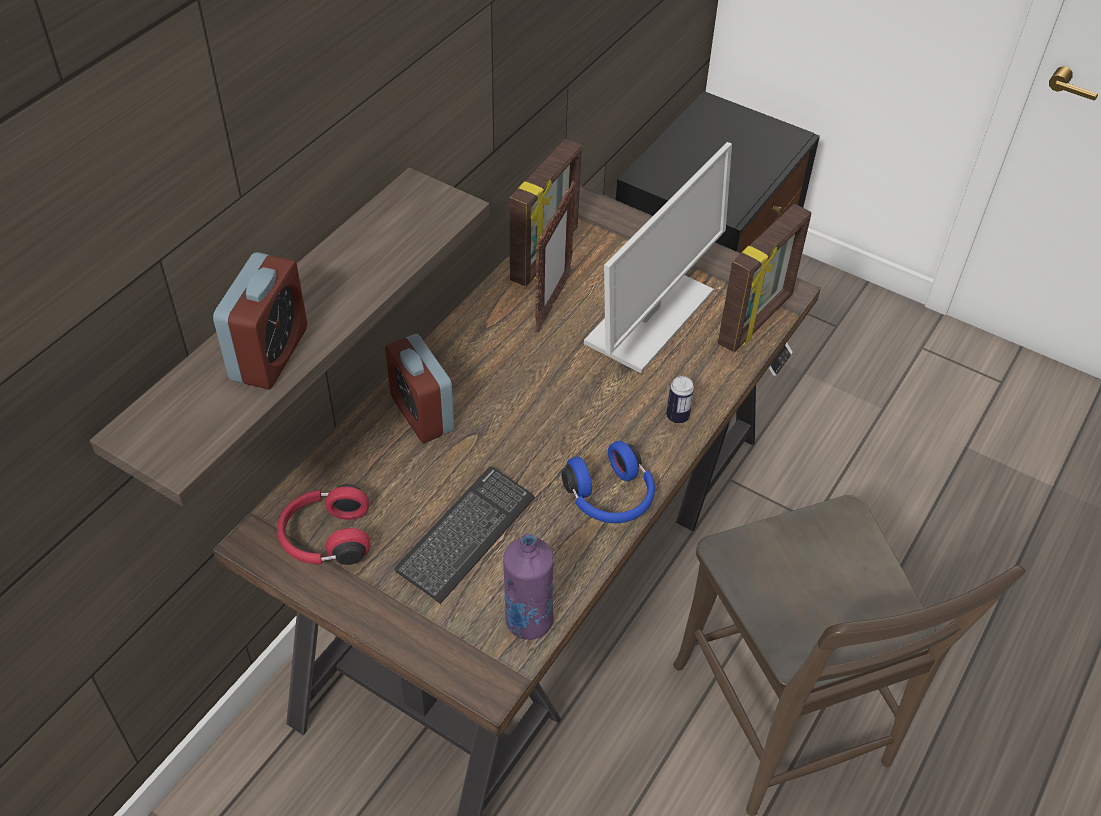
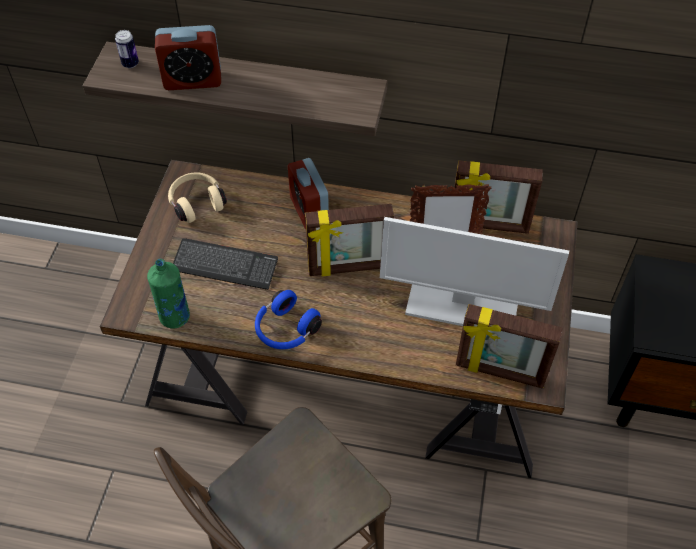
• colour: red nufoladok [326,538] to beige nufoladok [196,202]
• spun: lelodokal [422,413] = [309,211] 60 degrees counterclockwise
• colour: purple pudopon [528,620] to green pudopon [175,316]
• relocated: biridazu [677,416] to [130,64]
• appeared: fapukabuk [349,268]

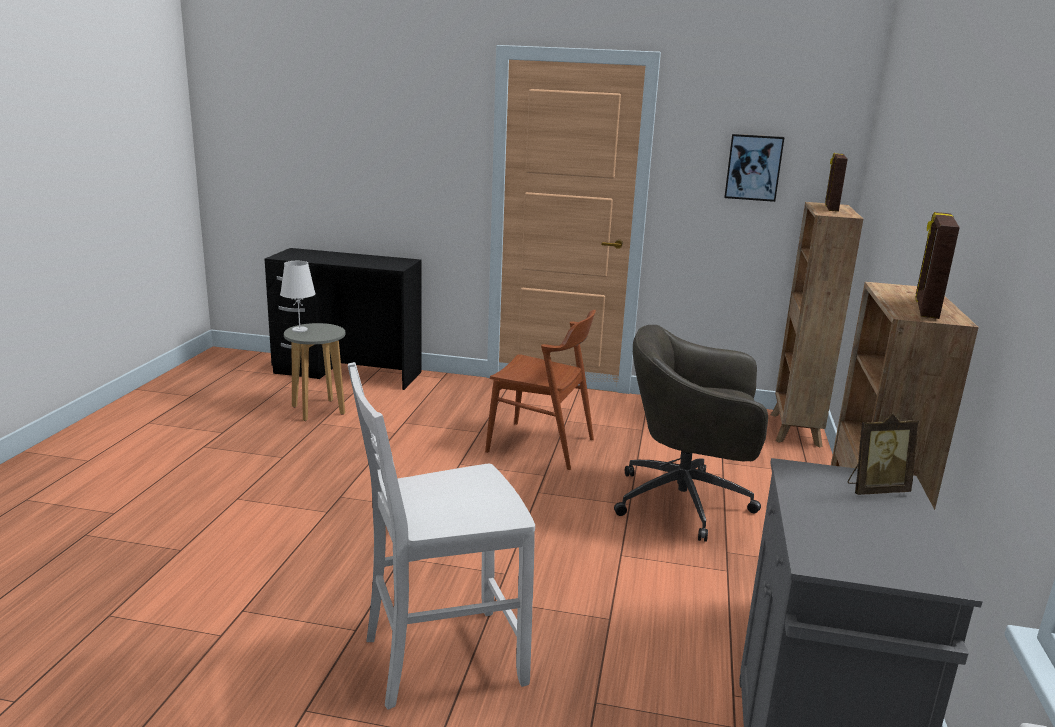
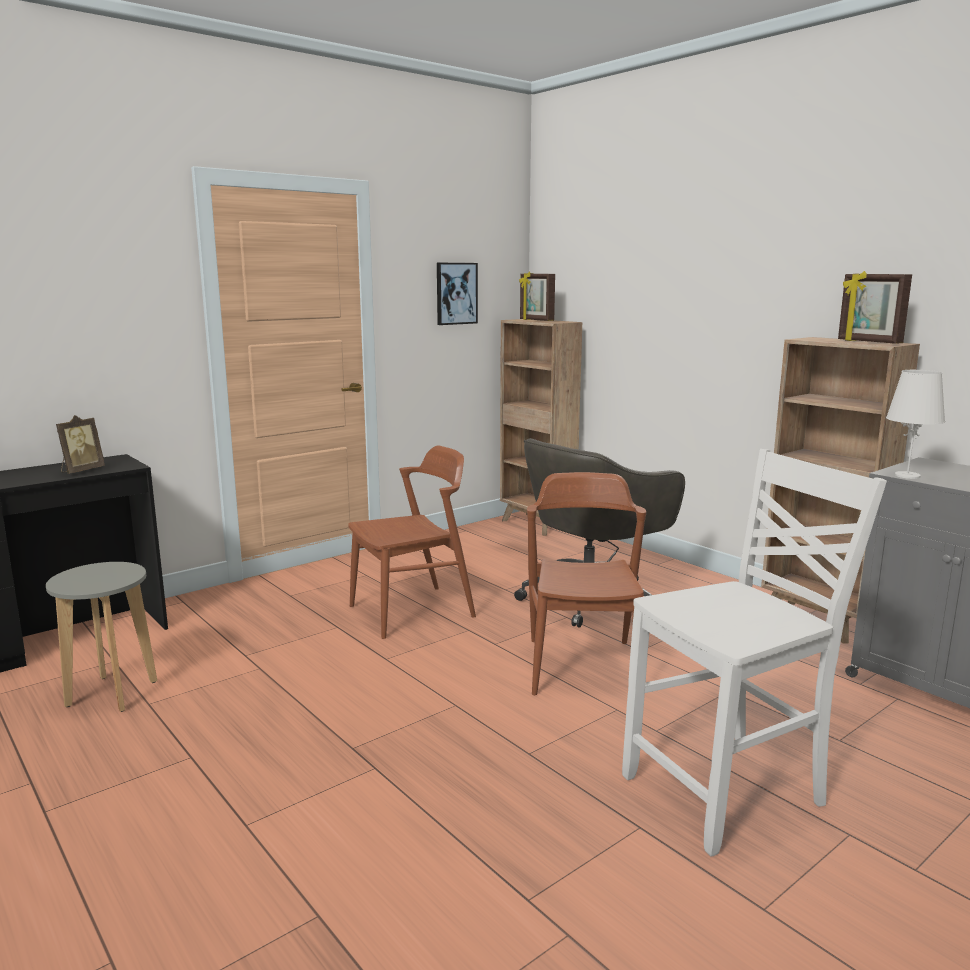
• relocated: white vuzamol [300,329] to [907,475]
• spun: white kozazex [440,658] = [728,792] 135 degrees counterclockwise
• relocated: fapukabuk [875,489] to [81,471]
• appeared: brown kozazex [583,666]

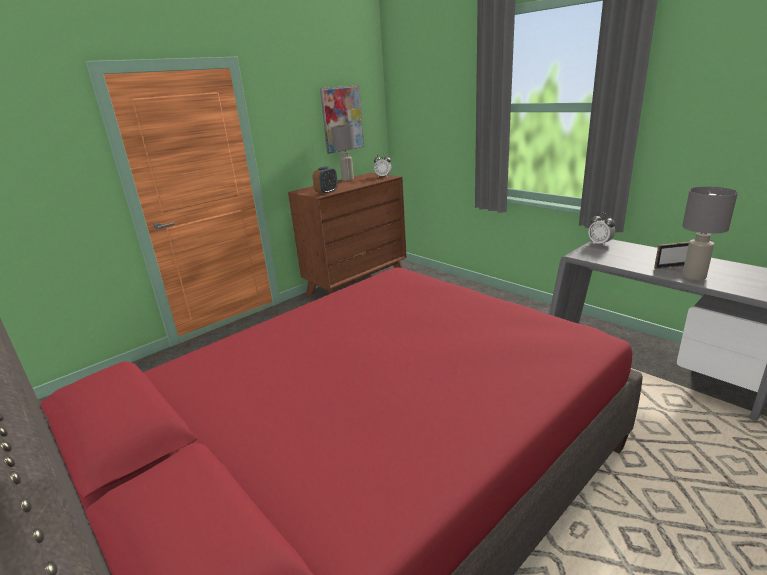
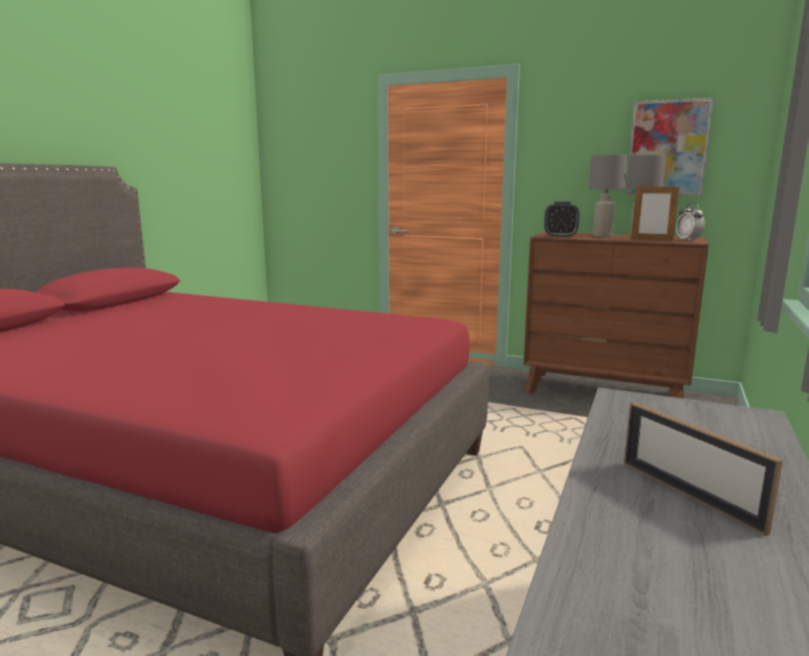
• missing: lelodokal [600,243]
• relocated: grey vuzamol [694,276] to [603,236]
• appeared: fapukabuk [652,240]

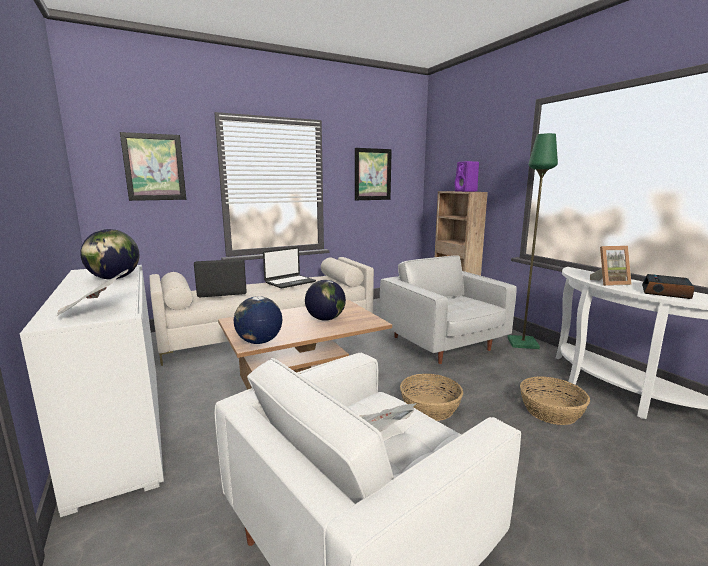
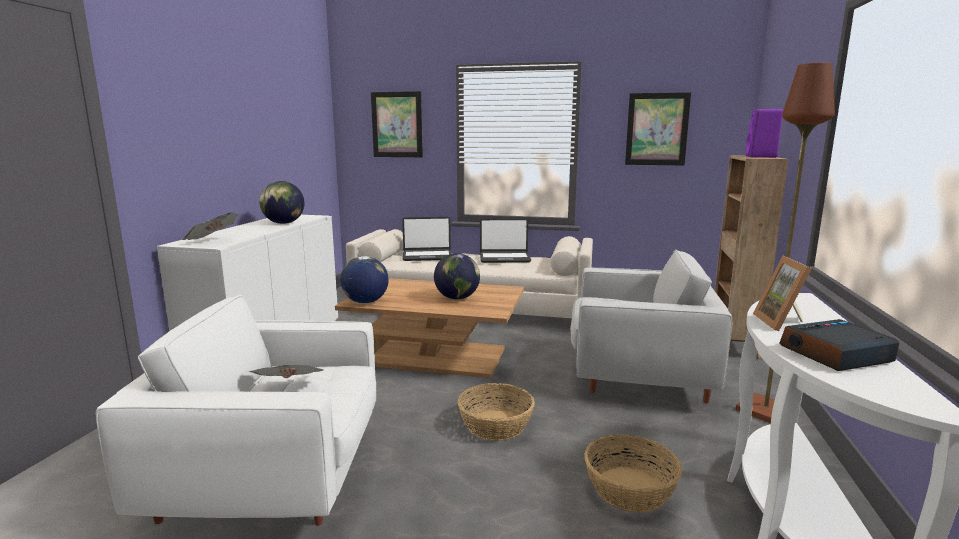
• spun: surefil [222,292] = [427,256] 150 degrees clockwise
• spun: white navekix [444,345] = [637,376] 90 degrees clockwise
• colour: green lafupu [523,343] to brown lafupu [766,411]
• spun: fapukabuk [609,283] = [783,323] 60 degrees clockwise

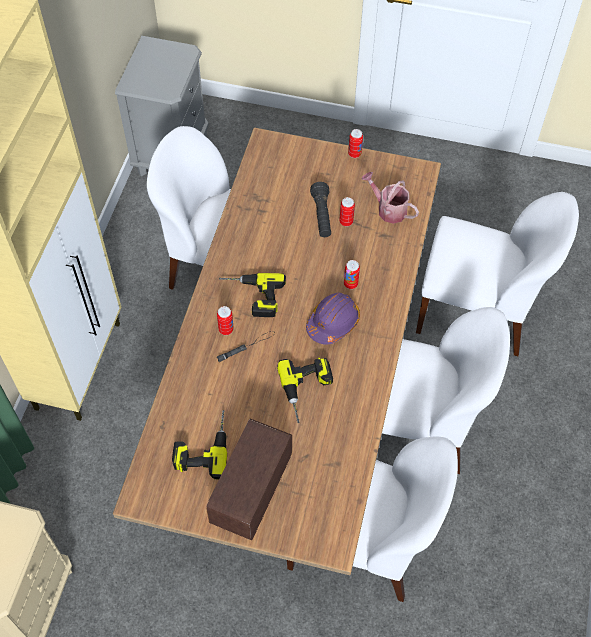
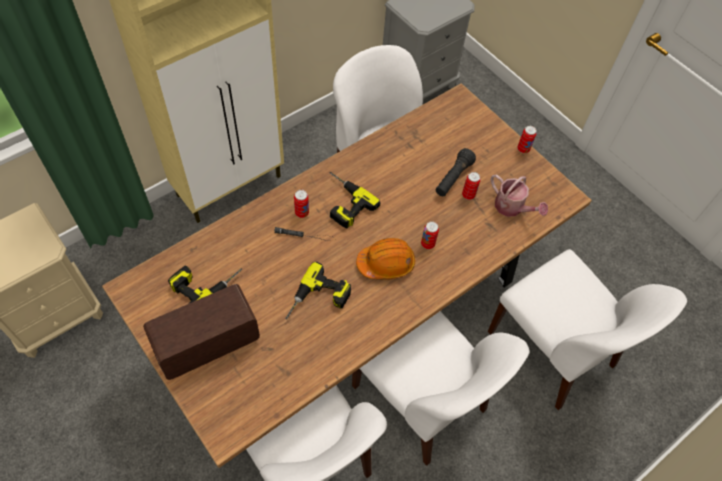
• colour: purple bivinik [333,322] to orange bivinik [386,263]
• spun: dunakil [388,209] = [512,208] 150 degrees clockwise

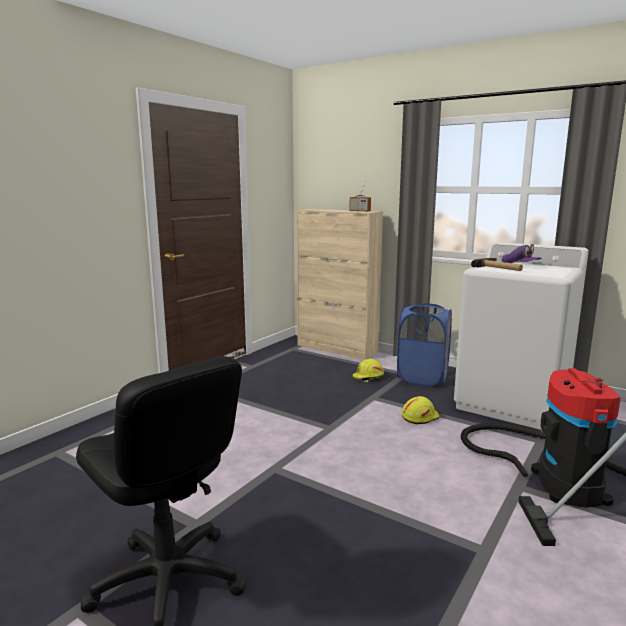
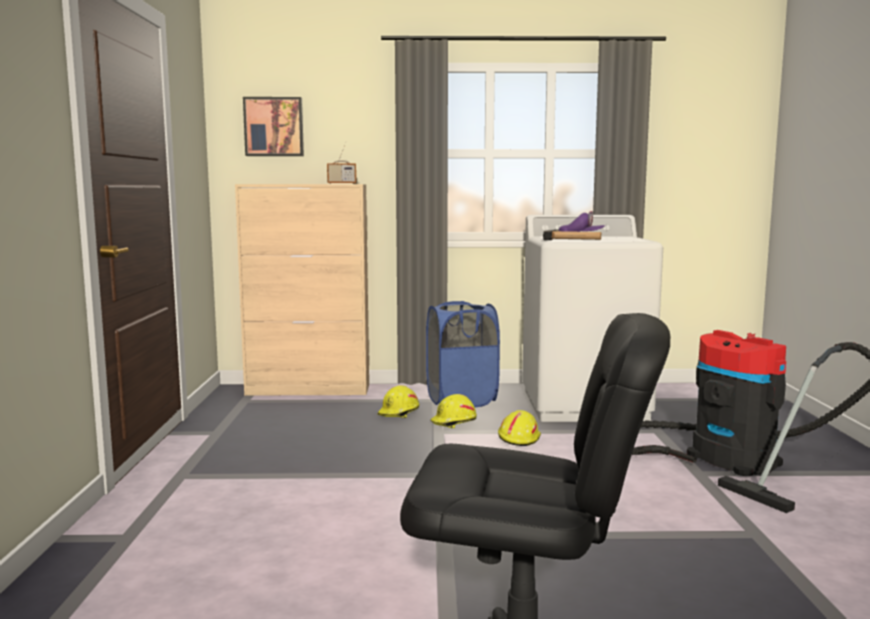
• appeared: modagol [274,127]
• appeared: yellow bivinik [454,422]

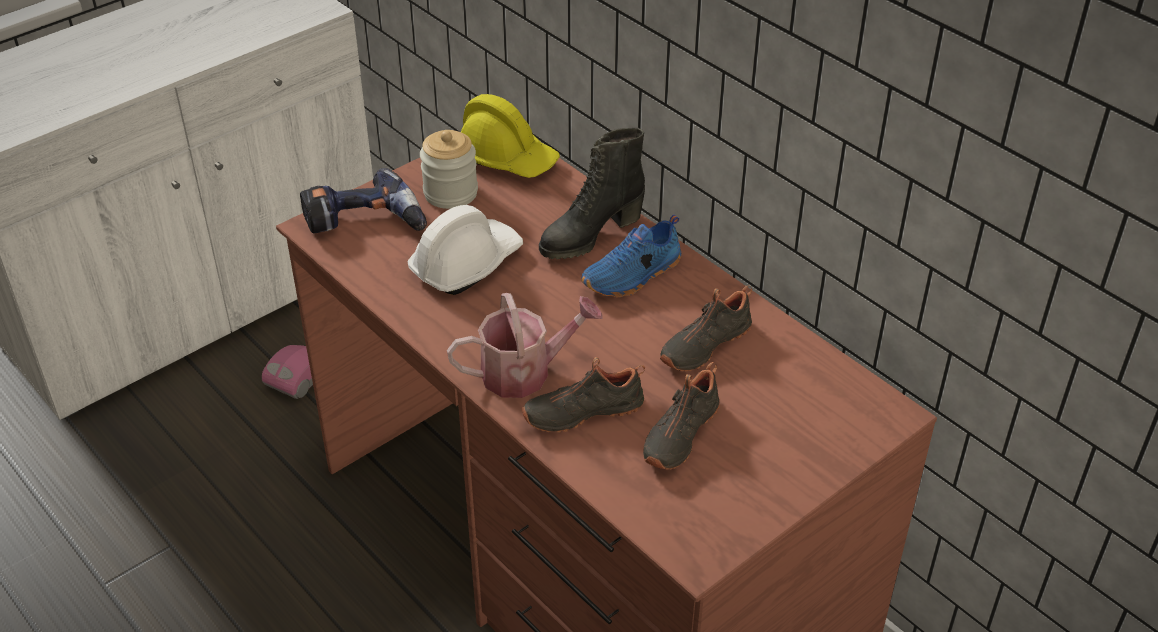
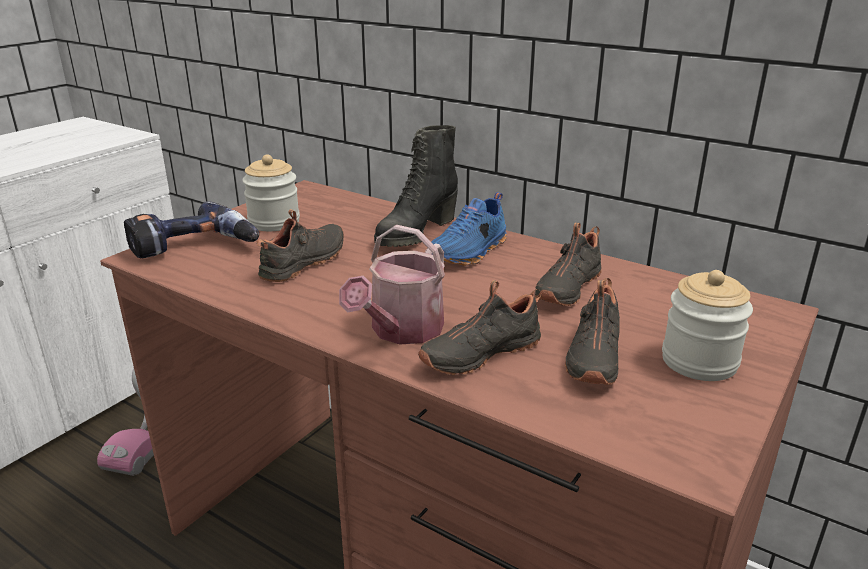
• exchanged: white bivinik [466,264] to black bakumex [306,263]
• spun: dunakil [525,372] = [401,331] 150 degrees clockwise
• missing: yellow bivinik [507,158]
• appeared: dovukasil [699,361]

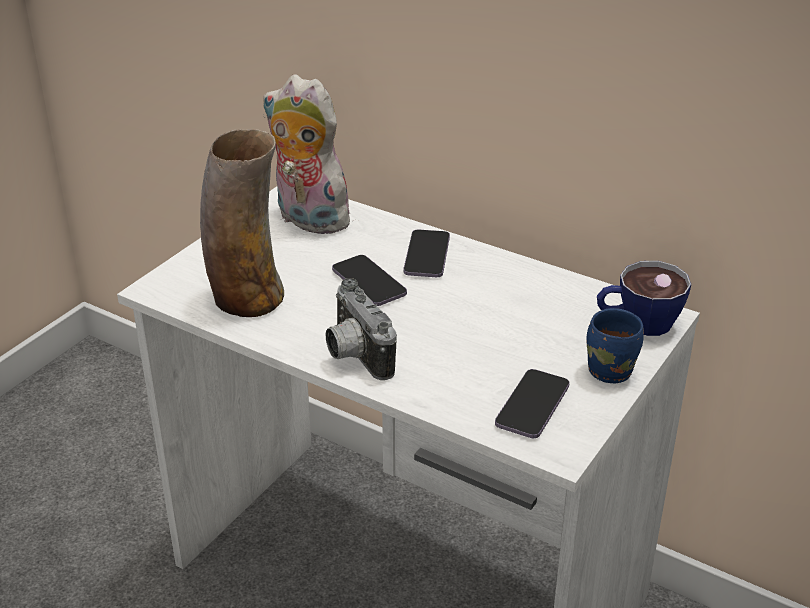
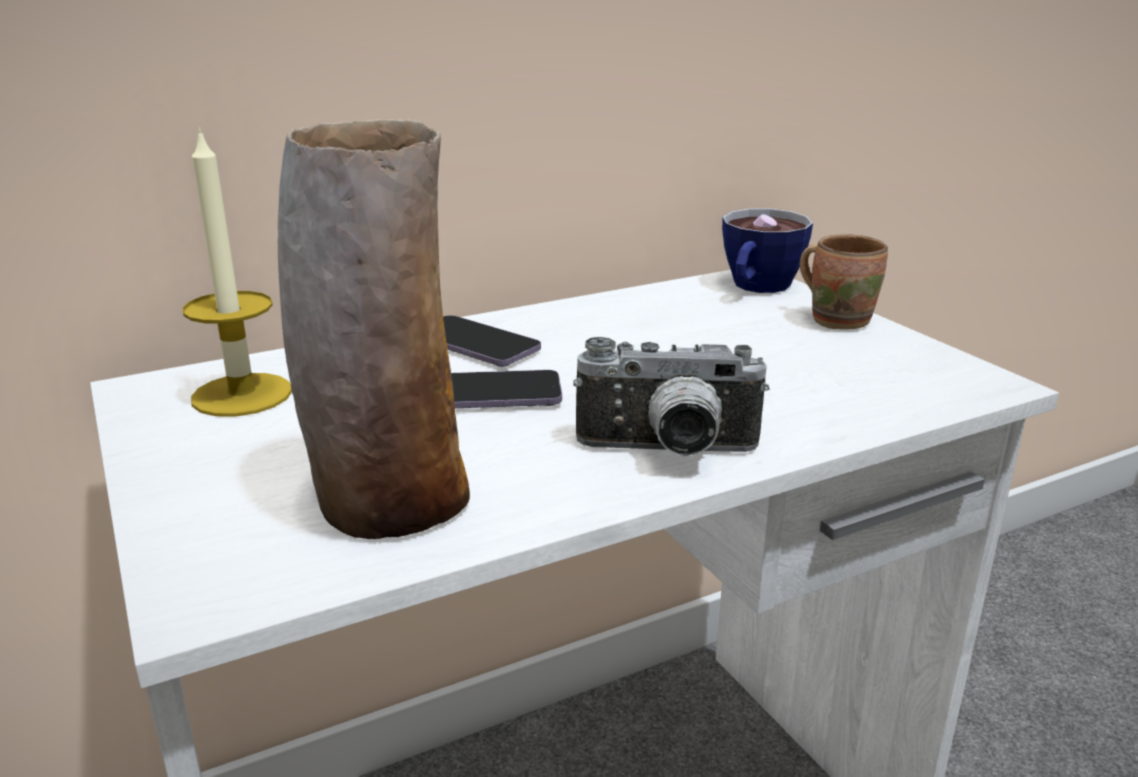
• exchanged: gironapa [307,220] to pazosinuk [242,395]
• missing: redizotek [532,406]
• colour: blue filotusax [612,370] to brown filotusax [839,319]

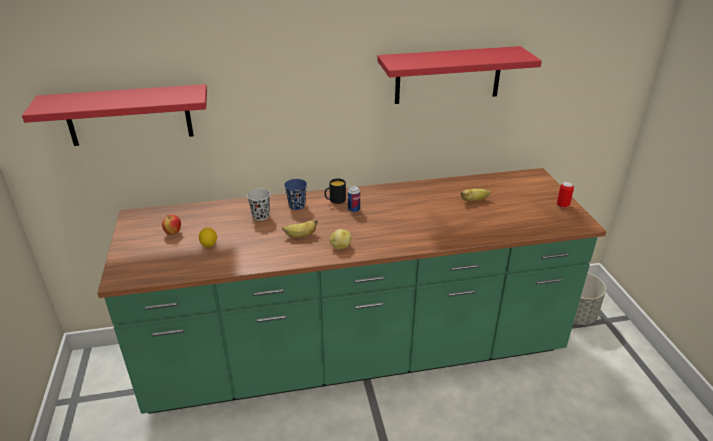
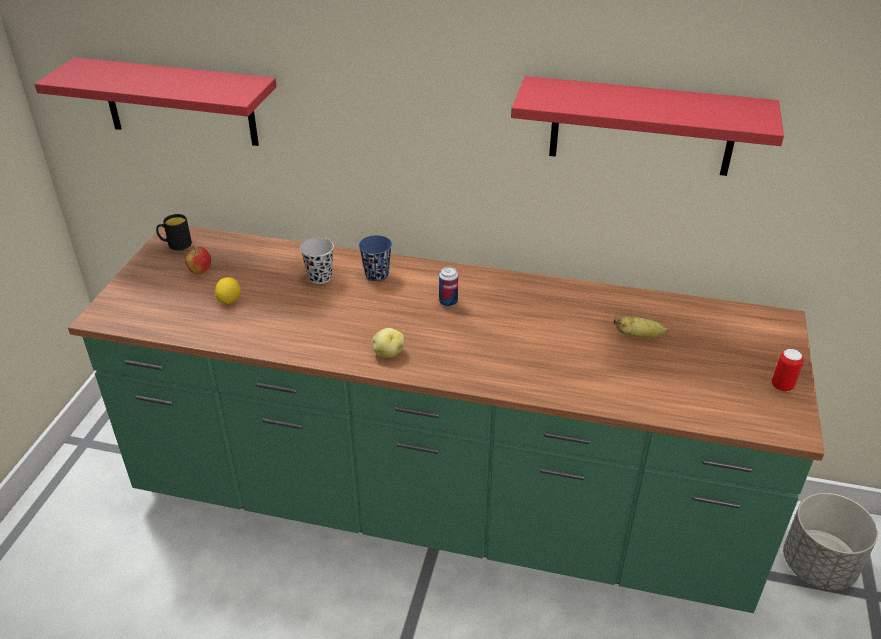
• missing: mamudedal [300,235]
• relocated: black filotusax [335,200] to [175,244]

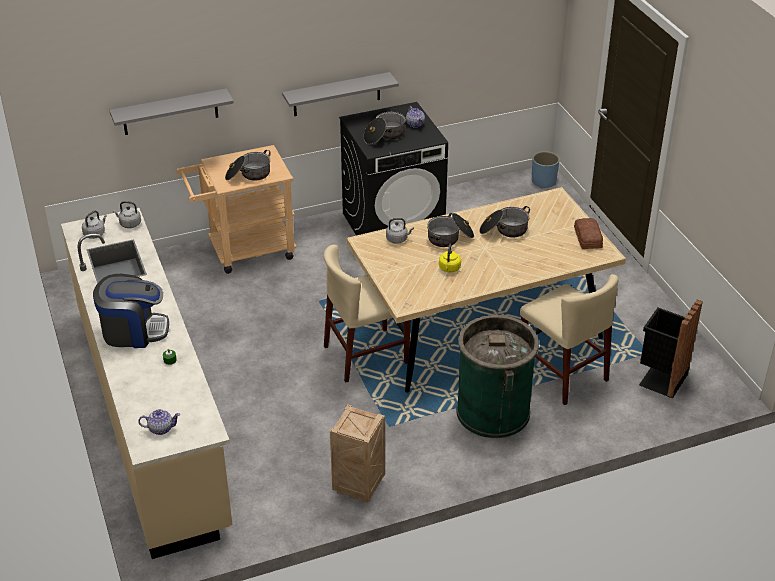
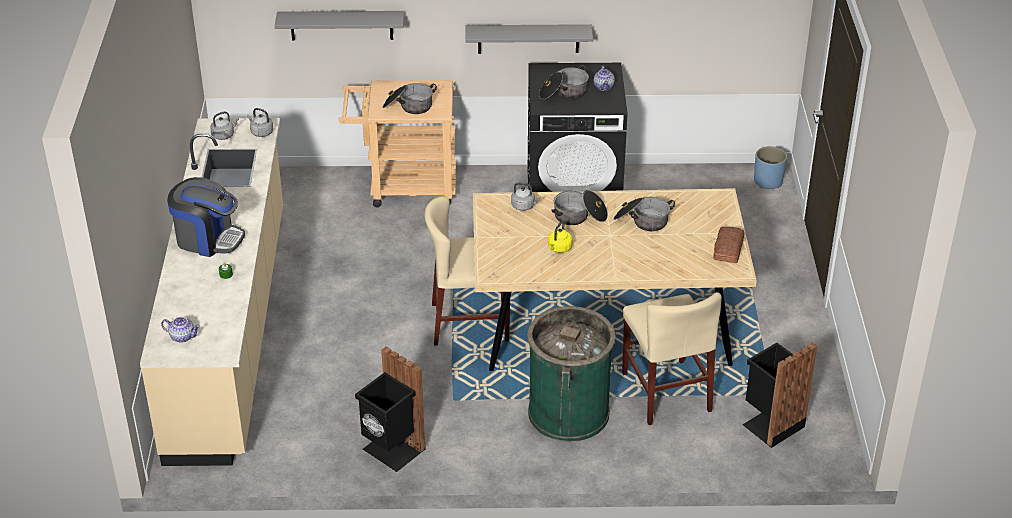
• exchanged: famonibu [360,486] to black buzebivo [392,451]

